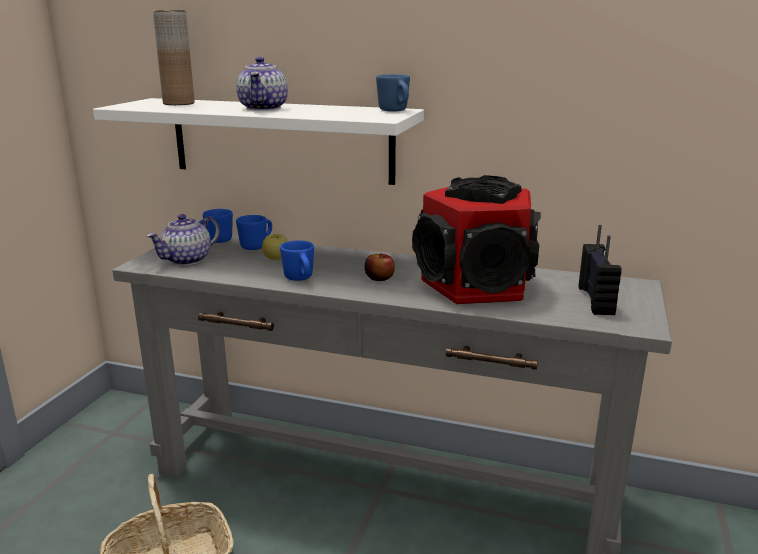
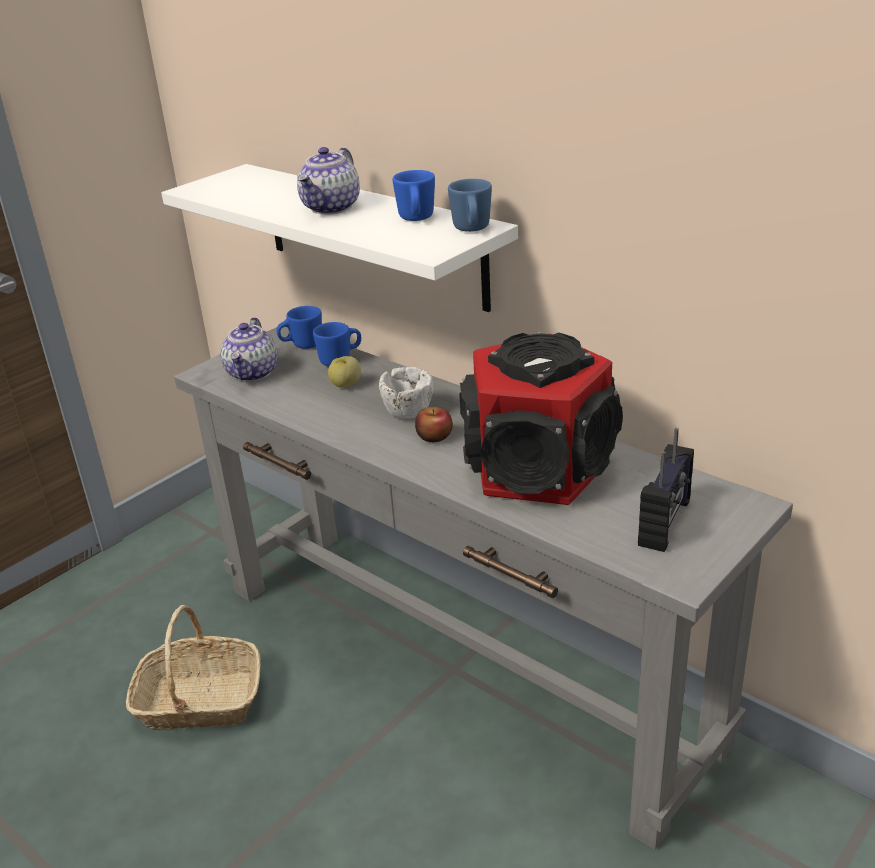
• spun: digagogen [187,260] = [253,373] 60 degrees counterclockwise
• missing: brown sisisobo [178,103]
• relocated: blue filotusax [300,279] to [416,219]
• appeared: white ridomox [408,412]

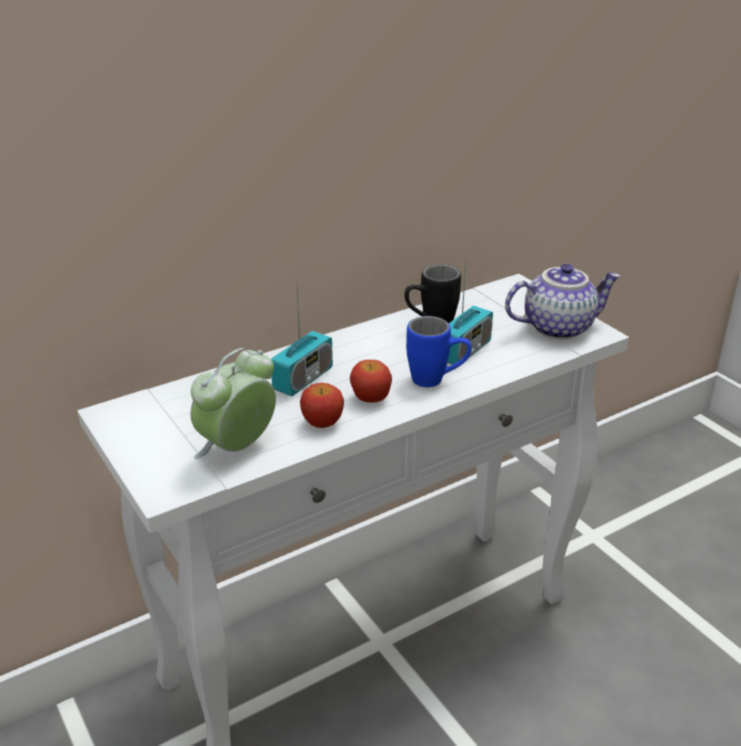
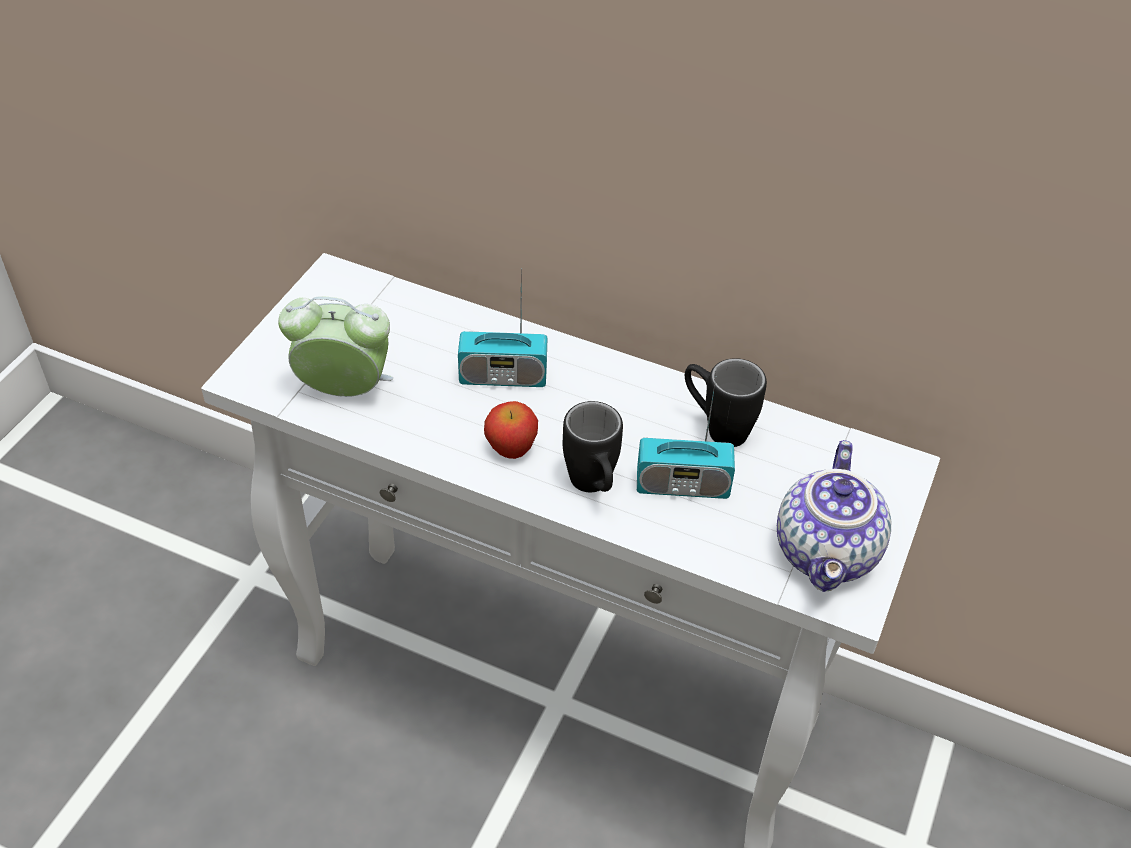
• missing: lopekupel [322,422]
• colour: blue filotusax [437,381] to black filotusax [593,488]
• spun: digagogen [558,327] = [828,554] 60 degrees clockwise

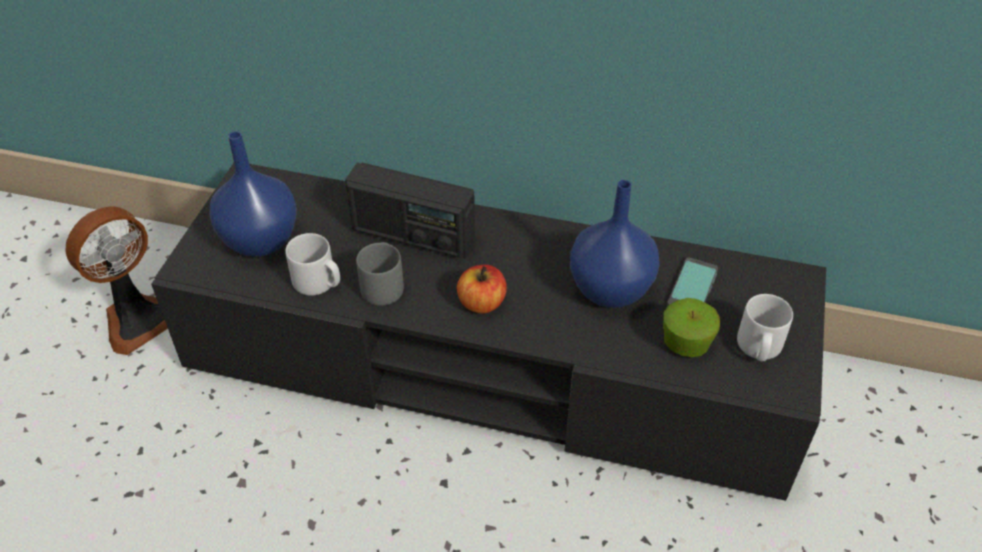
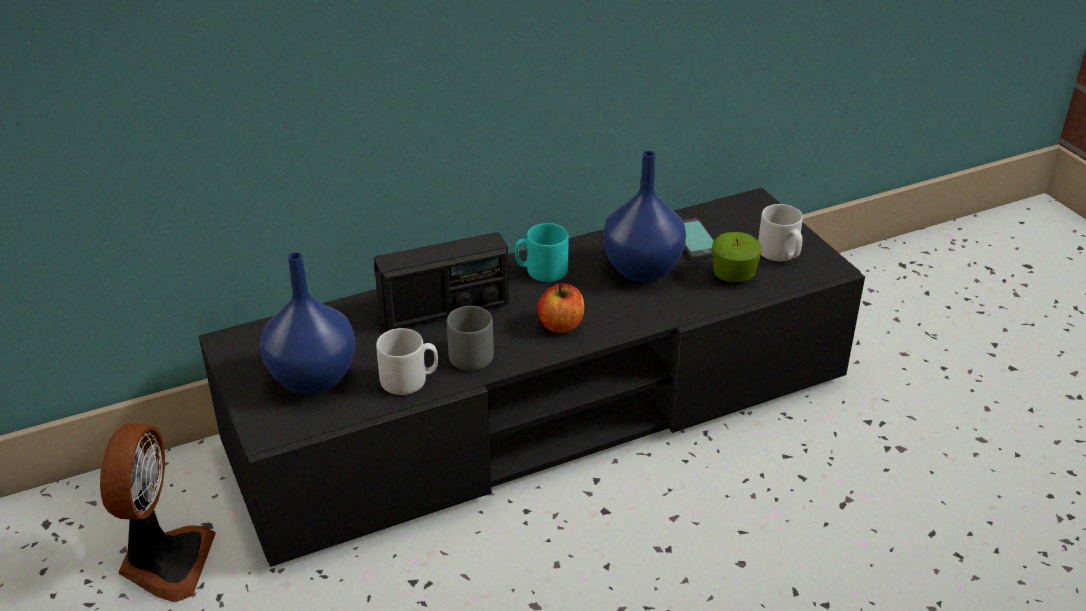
• appeared: turquoise filotusax [541,271]

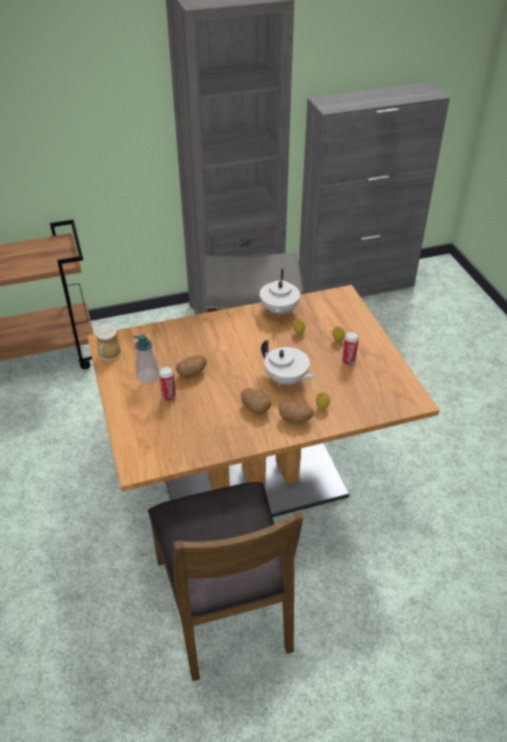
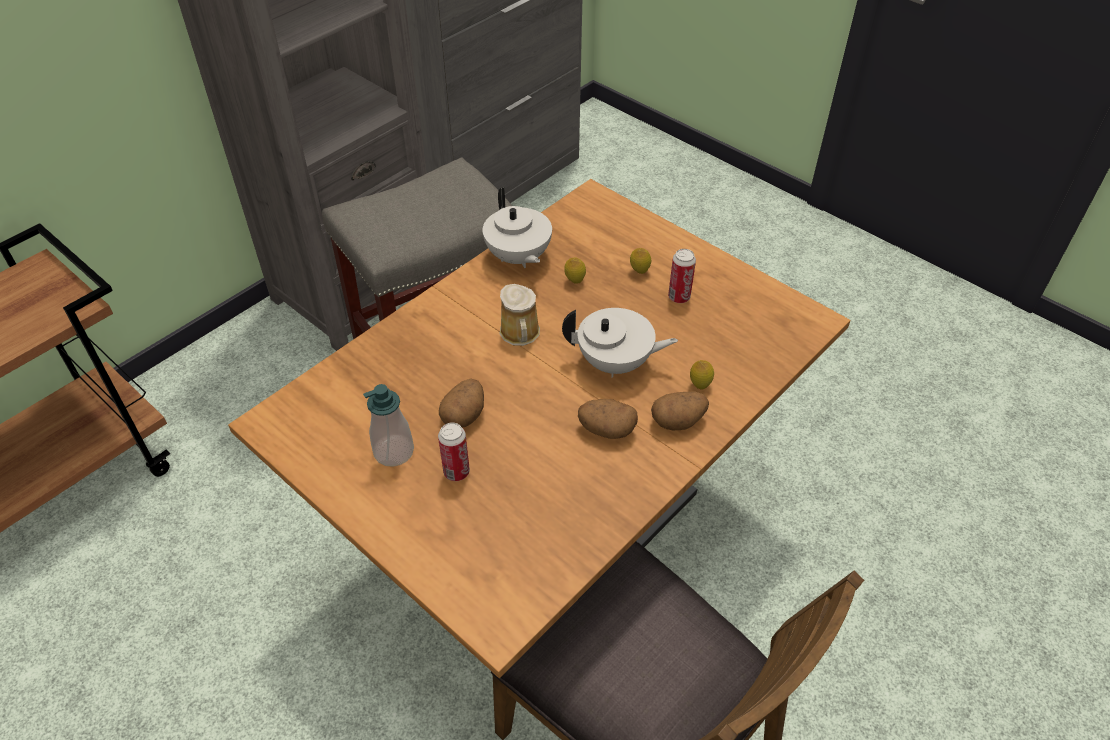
• relocated: filotusax [109,354] to [520,334]

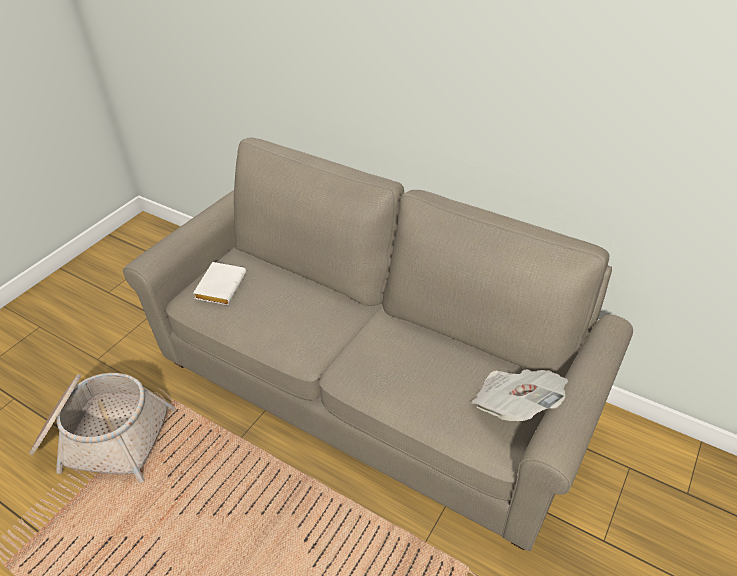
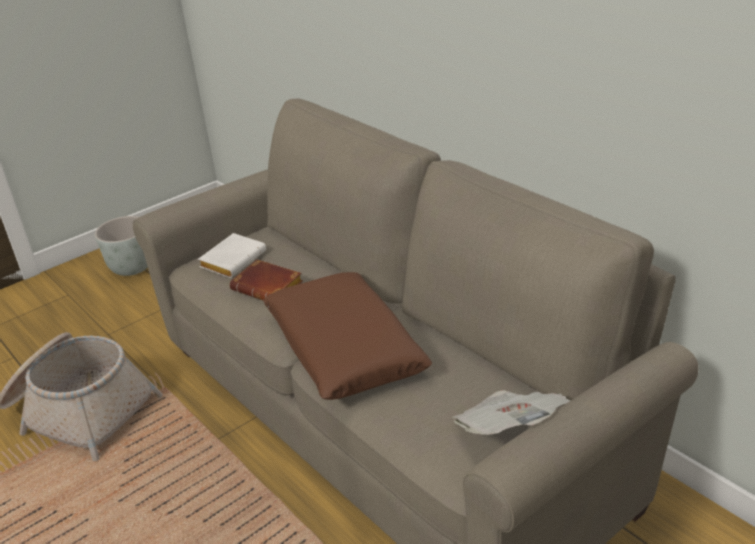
• appeared: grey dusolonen [131,268]
• appeared: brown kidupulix [270,287]
• appeared: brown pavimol [344,348]

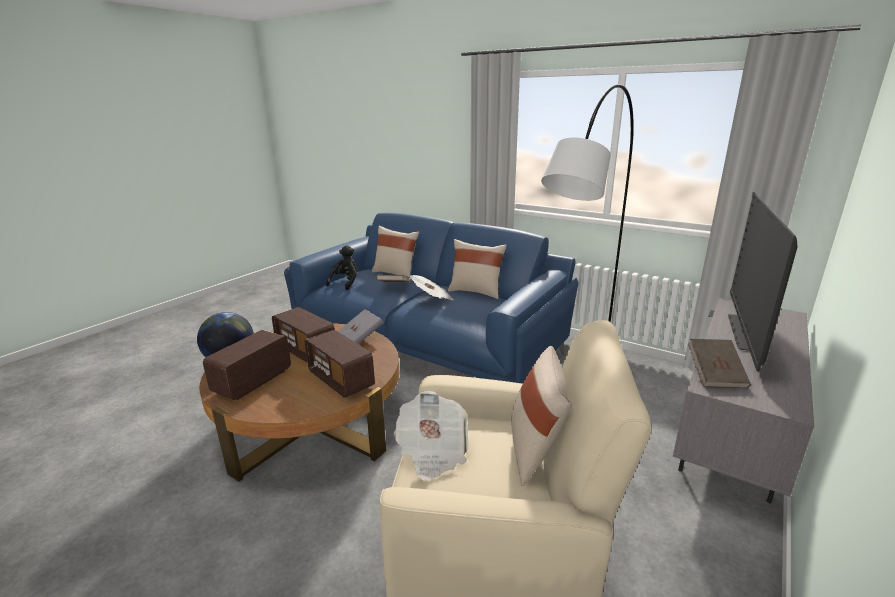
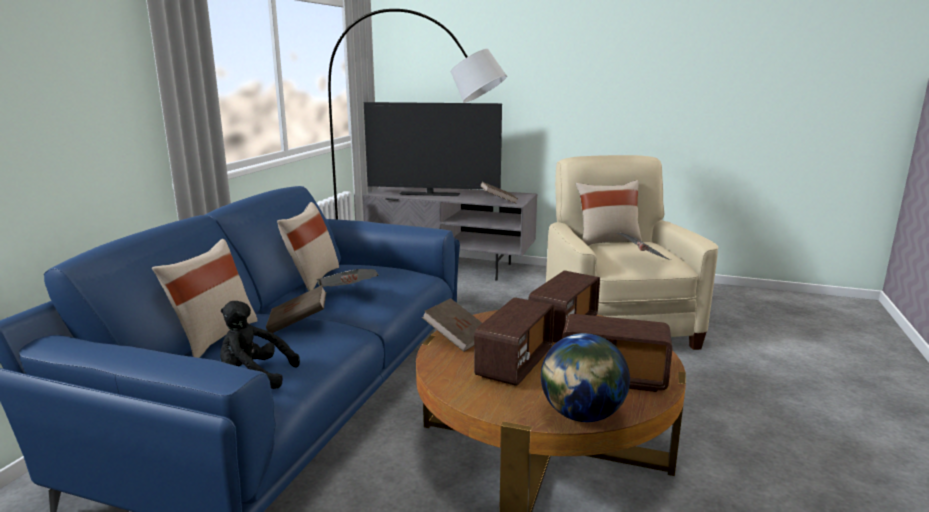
• colour: grey kidupulix [360,338] to brown kidupulix [457,338]

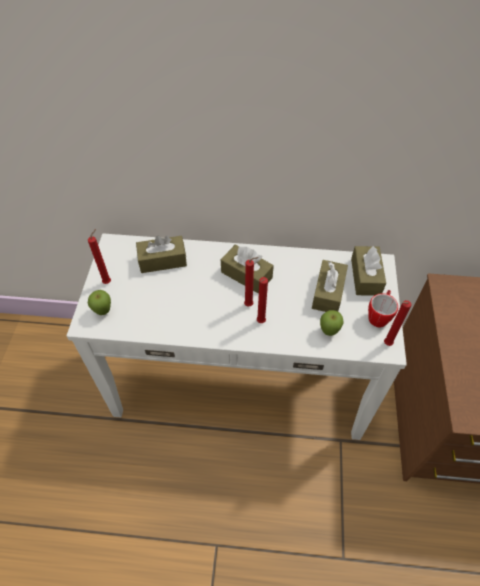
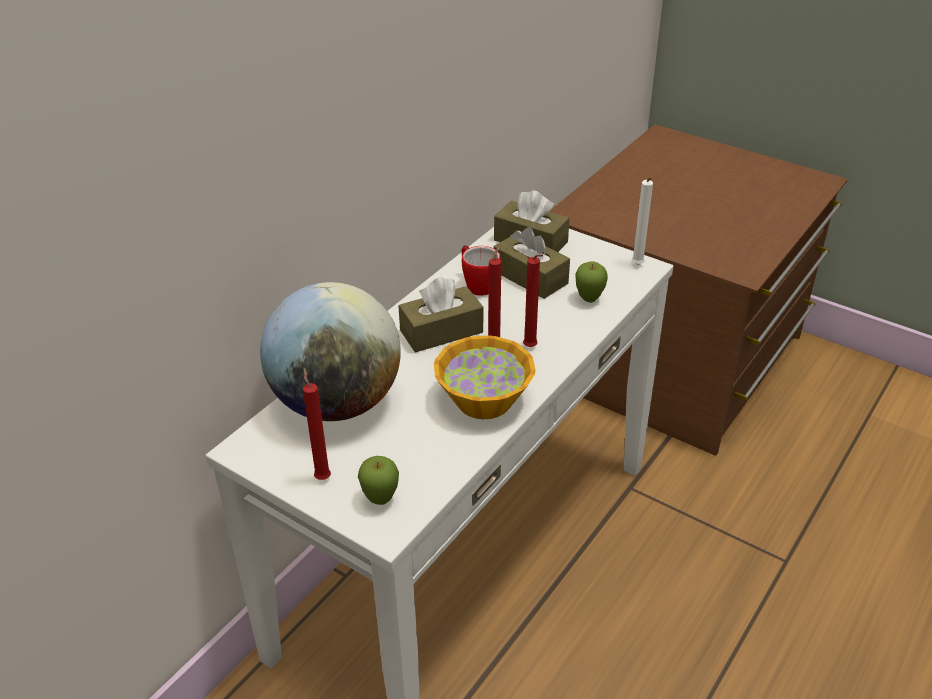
• exchanged: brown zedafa [162,260] to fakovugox [337,402]
• relocated: filotusax [379,316] to [477,285]
• colour: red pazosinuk [386,344] to white pazosinuk [637,266]
• appeared: ridomox [484,401]

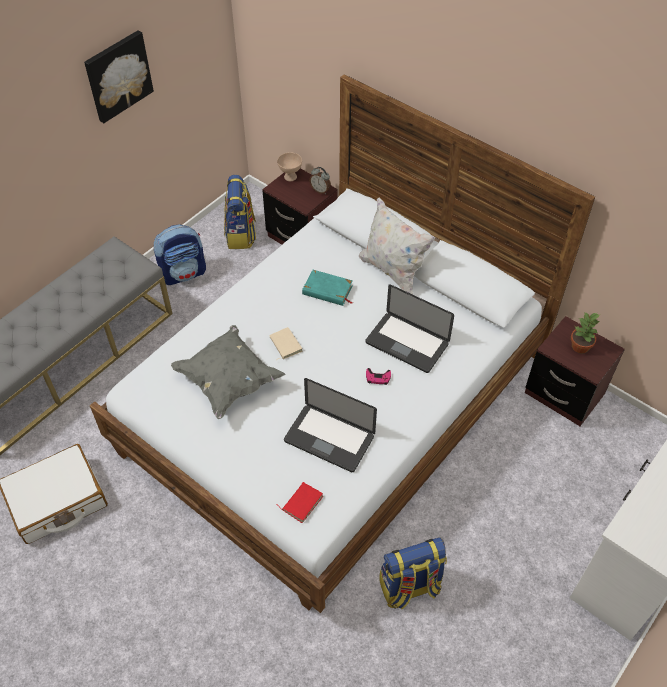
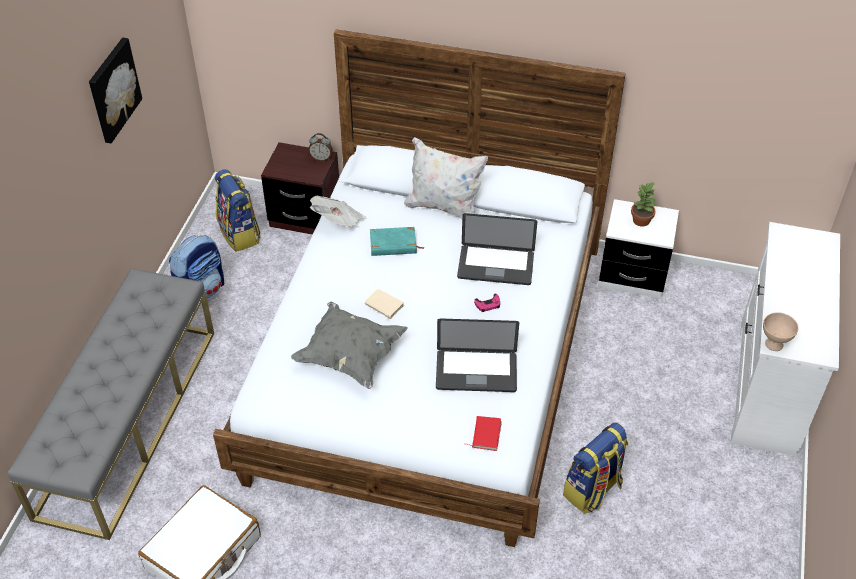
• relocated: beige ridomox [290,177] to [774,345]
• colour: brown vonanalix [564,393] to white vonanalix [632,275]
• appeared: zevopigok [339,222]

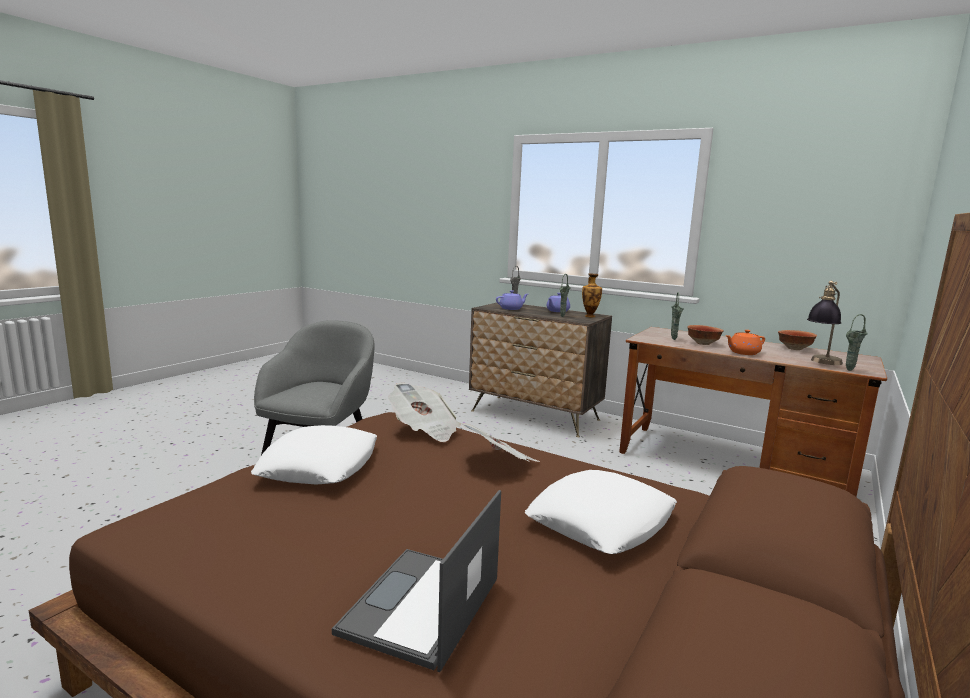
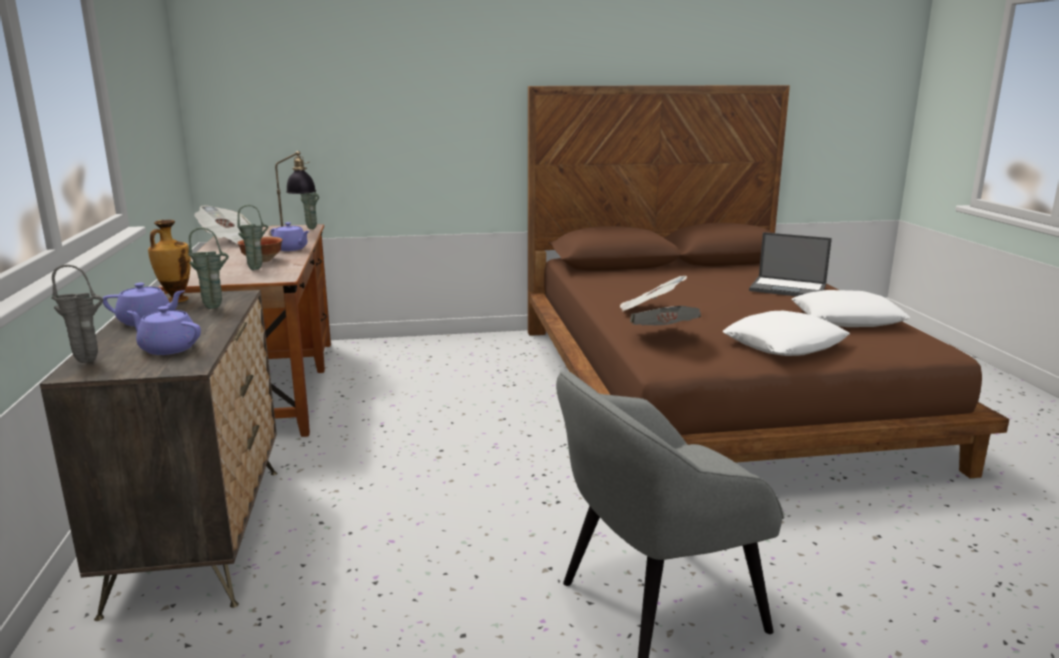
• spun: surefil [421,607] = [789,288] 45 degrees clockwise
• relocated: white pavimol [601,522] to [847,319]
• colour: orange digagogen [743,353] to purple digagogen [291,249]
• exchanged: ridomox [794,348] to zevopigok [230,241]

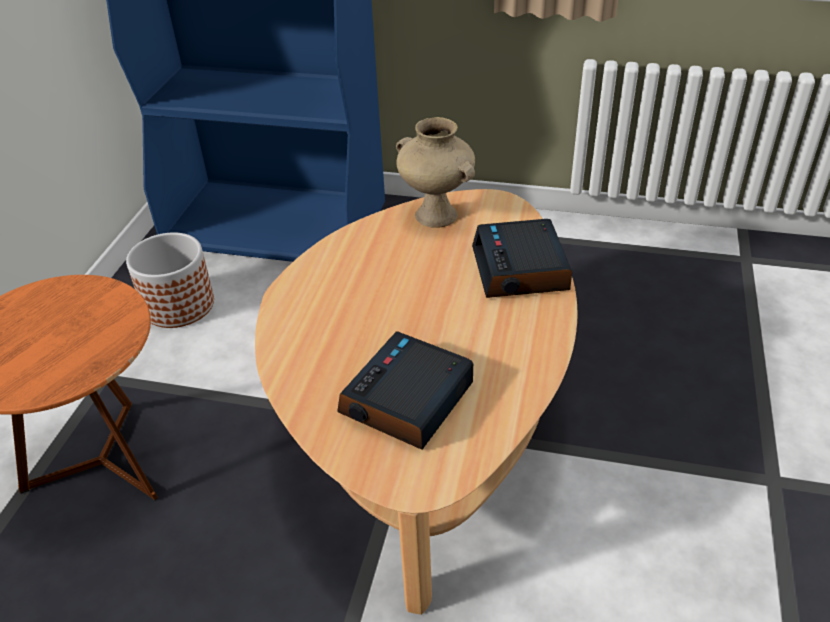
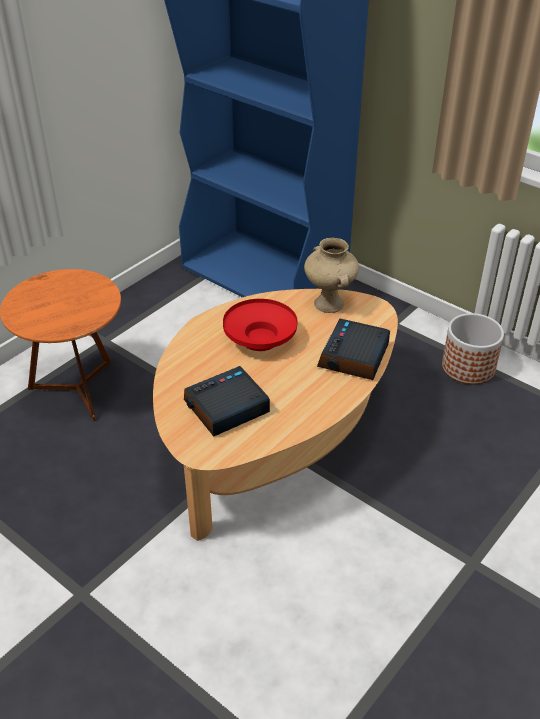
• relocated: dusolonen [179,305] to [468,367]
• appeared: red ridomox [260,339]

